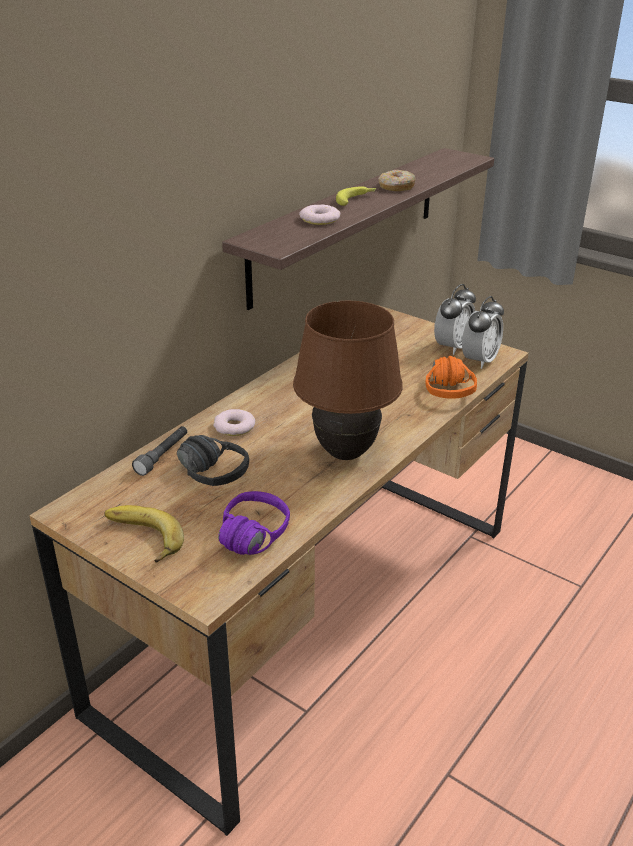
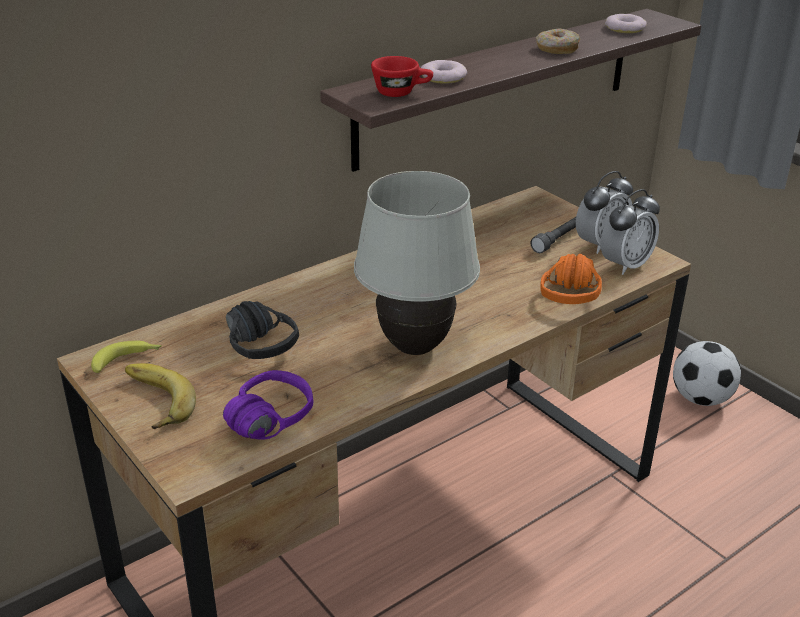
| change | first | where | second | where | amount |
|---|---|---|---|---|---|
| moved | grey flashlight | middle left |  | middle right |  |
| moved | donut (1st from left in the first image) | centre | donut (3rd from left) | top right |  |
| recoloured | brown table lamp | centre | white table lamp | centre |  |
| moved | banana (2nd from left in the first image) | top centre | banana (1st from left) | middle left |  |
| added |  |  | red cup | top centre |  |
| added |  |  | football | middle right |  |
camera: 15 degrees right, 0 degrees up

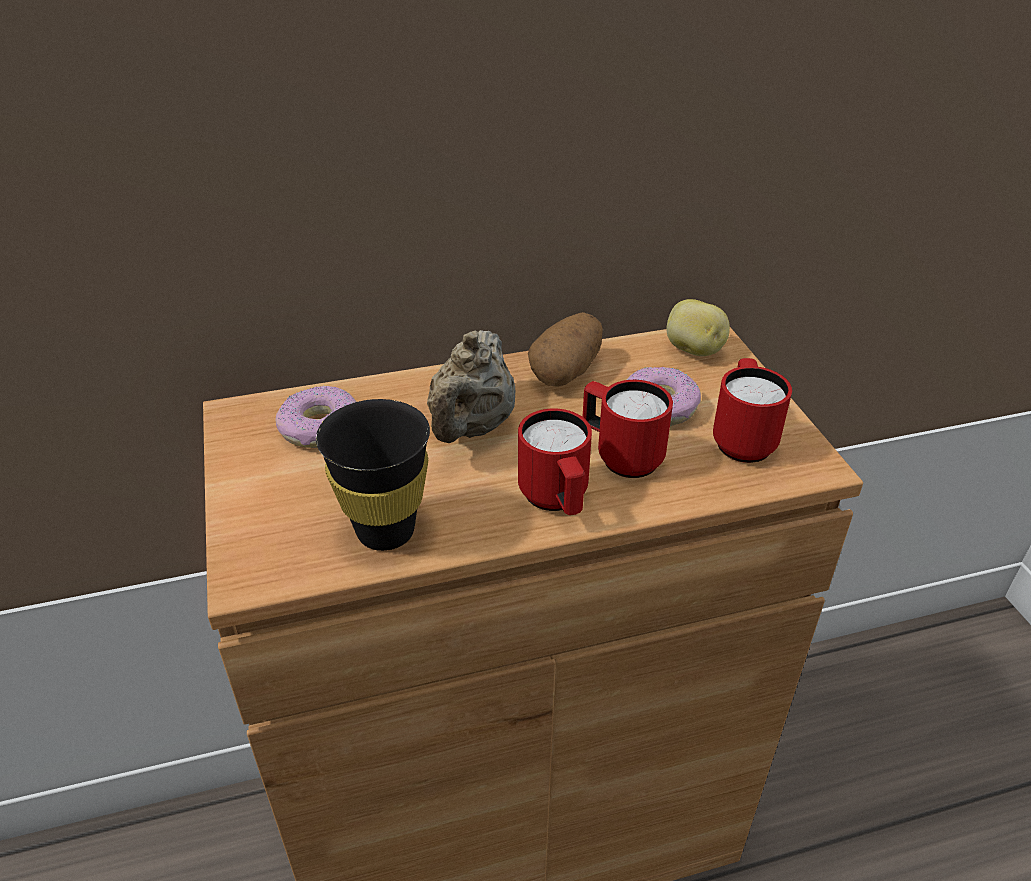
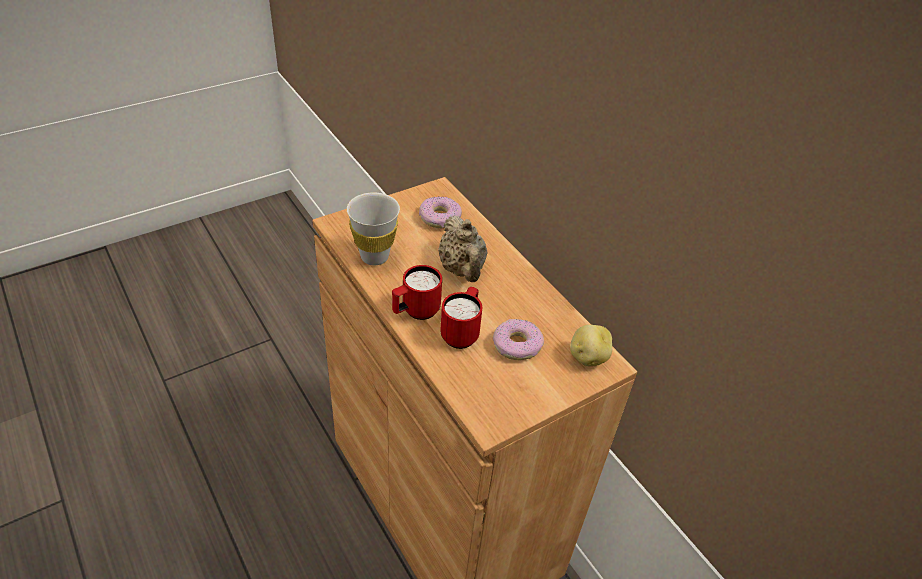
| change | first | where | second | where | amount |
|---|---|---|---|---|---|
| recoloured | black cup | centre | white cup | centre |  |
| turned | beige teapot | centre |  | centre | 105 degrees counterclockwise |
| removed | potato (1st from left) | centre |  |  |  |
| removed | red mug (3rd from left) | middle right |  |  |  |
camera: 70 degrees right, 5 degrees up

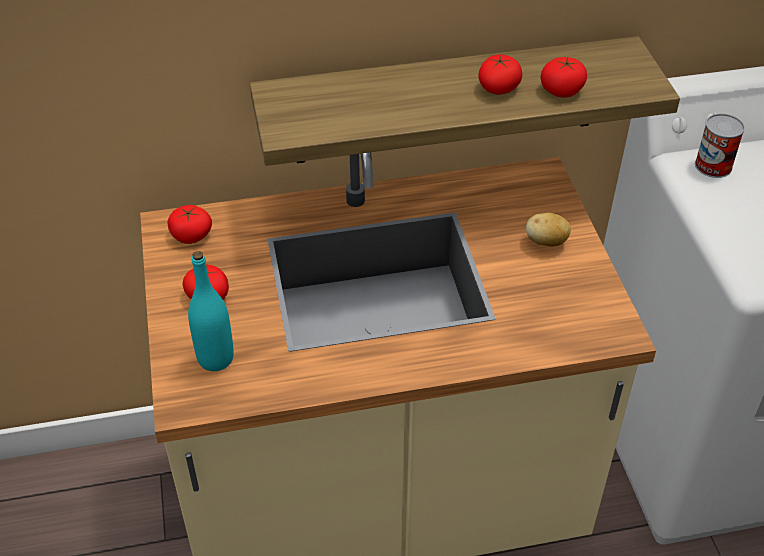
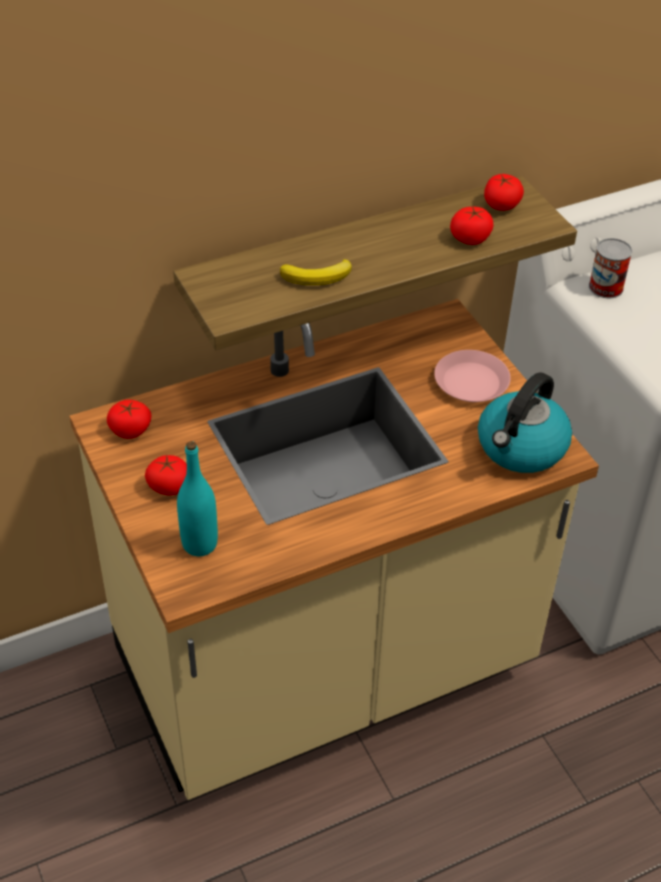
| change | first | where | second | where | amount |
|---|---|---|---|---|---|
| moved | tomato (3rd from left in the first image) | top centre | tomato (4th from left) | top right |  |
| replaced | potato | middle right | pink plate | middle right |  |
| added |  |  | banana | top centre |  |
| added |  |  | kettle | middle right |  |
camera: 15 degrees left, 0 degrees up

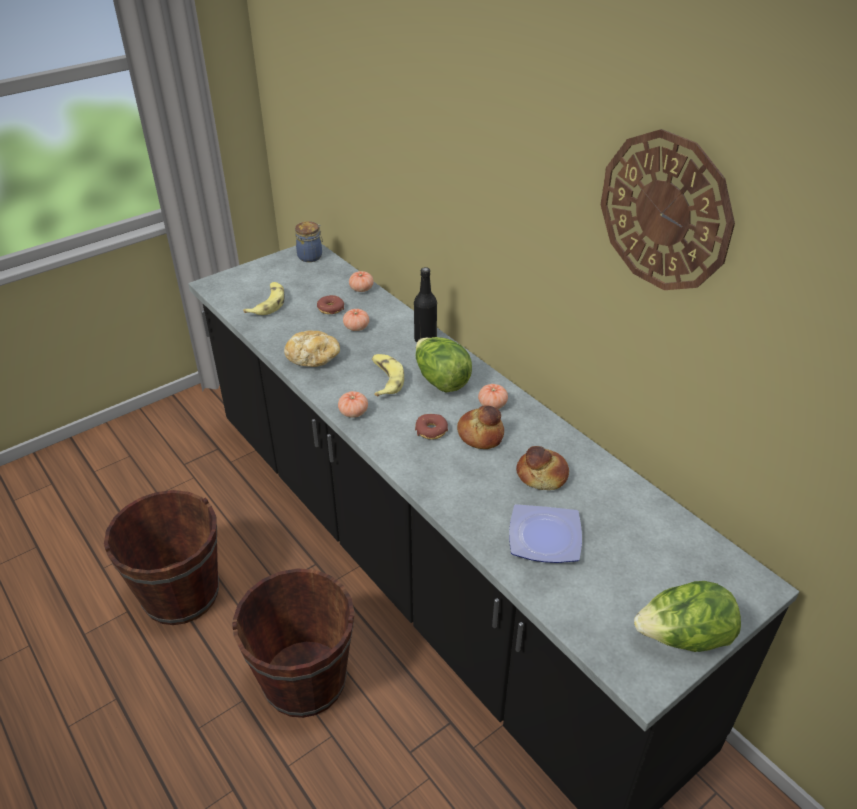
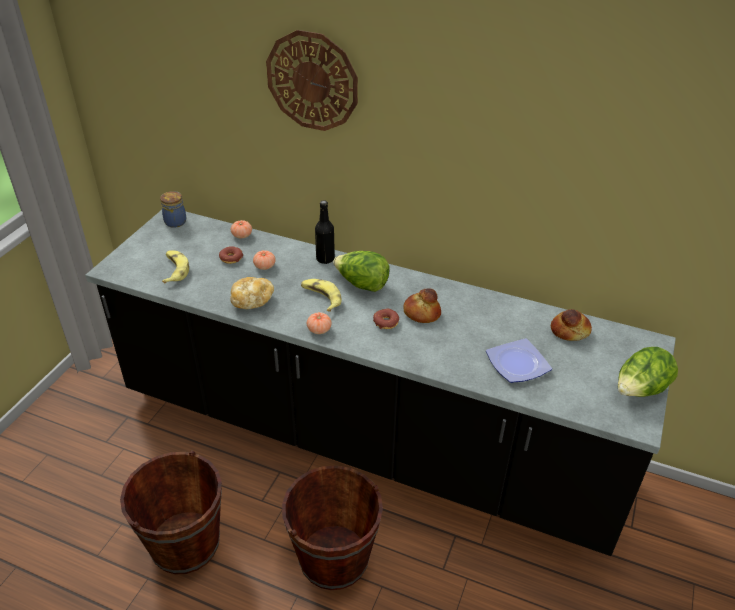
| change | first | where | second | where | amount |
|---|---|---|---|---|---|
| removed | tomato (4th from left) | centre |  |  |  |
| moved | bread (3rd from left) | centre |  | middle right |  |
| moved | wall clock | top right |  | top centre |  |
camera: 30 degrees left, 0 degrees up

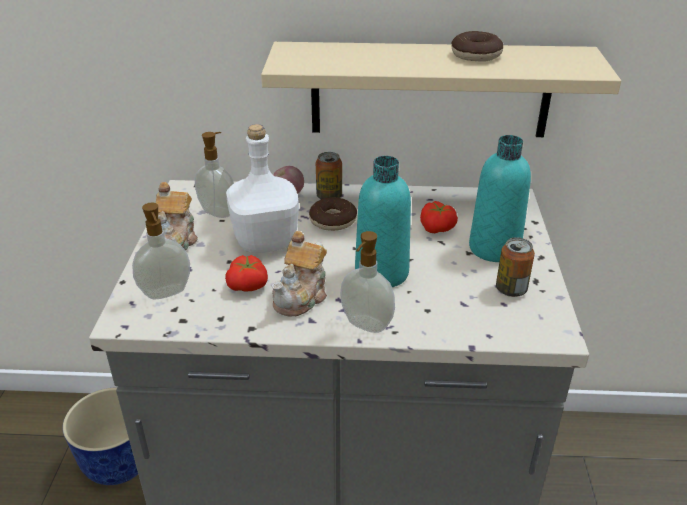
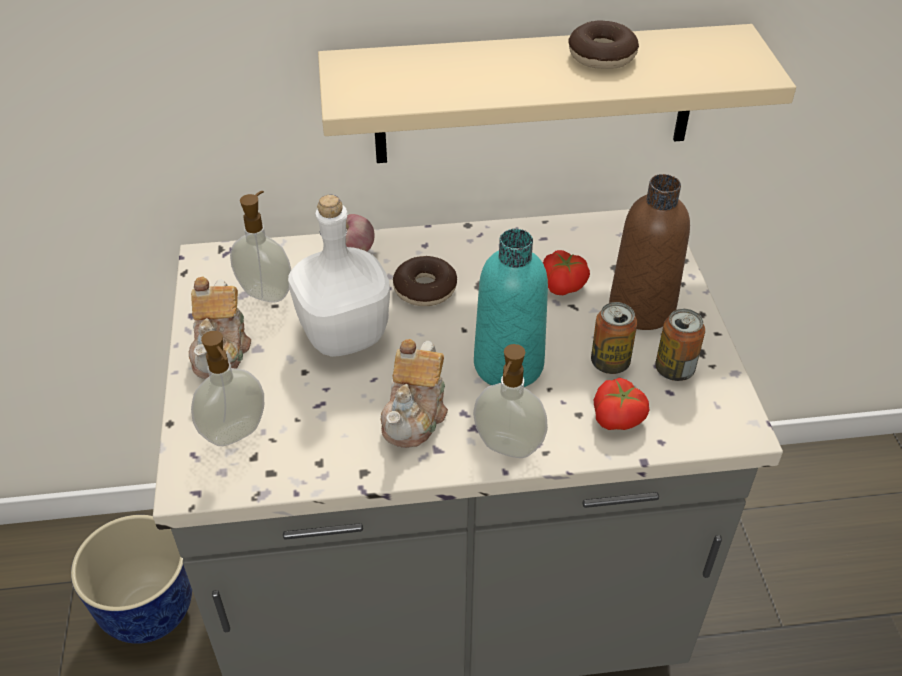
| change | first | where | second | where | amount |
|---|---|---|---|---|---|
| moved | tomato (1st from left in the first image) | centre | tomato (2nd from left) | middle right |  |
| moved | can (1st from left) | centre |  | middle right |  |
| recoloured | turquoise bottle (2nd from left) | middle right | brown bottle | middle right |  |
camera: 10 degrees left, 10 degrees up

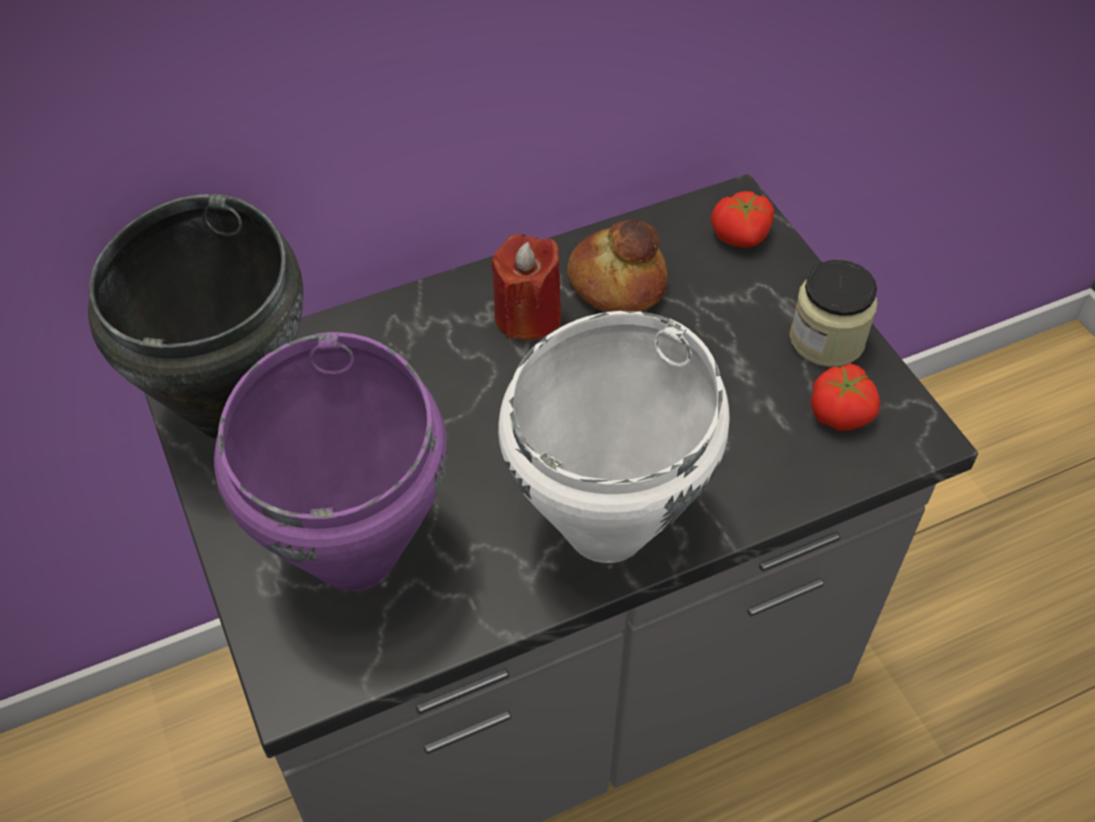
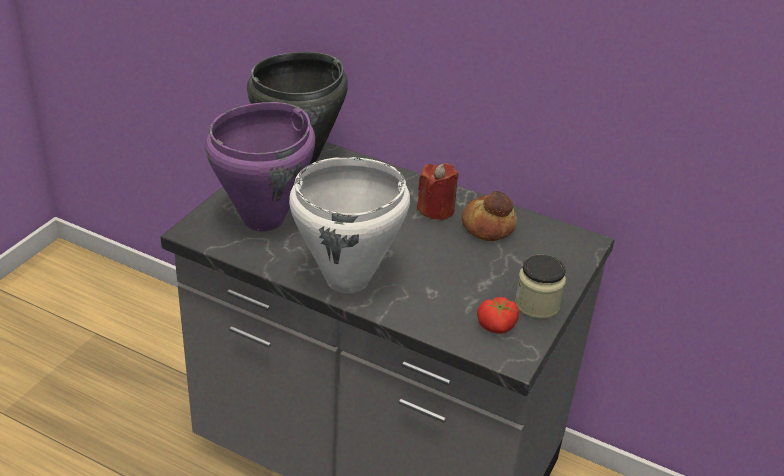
| change | first | where | second | where | amount |
|---|---|---|---|---|---|
| removed | tomato (1st from left) | top right |  |  |  |
camera: 50 degrees right, 15 degrees down

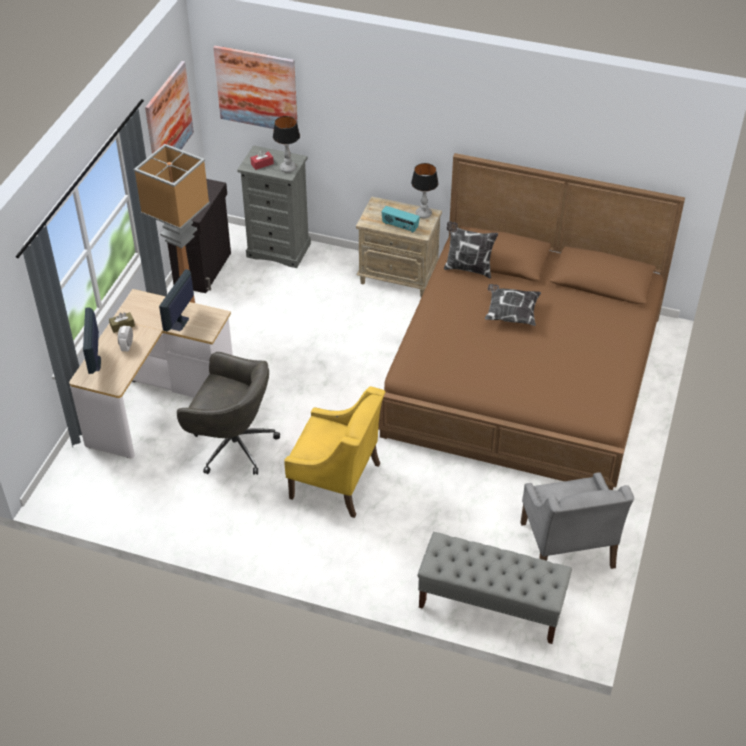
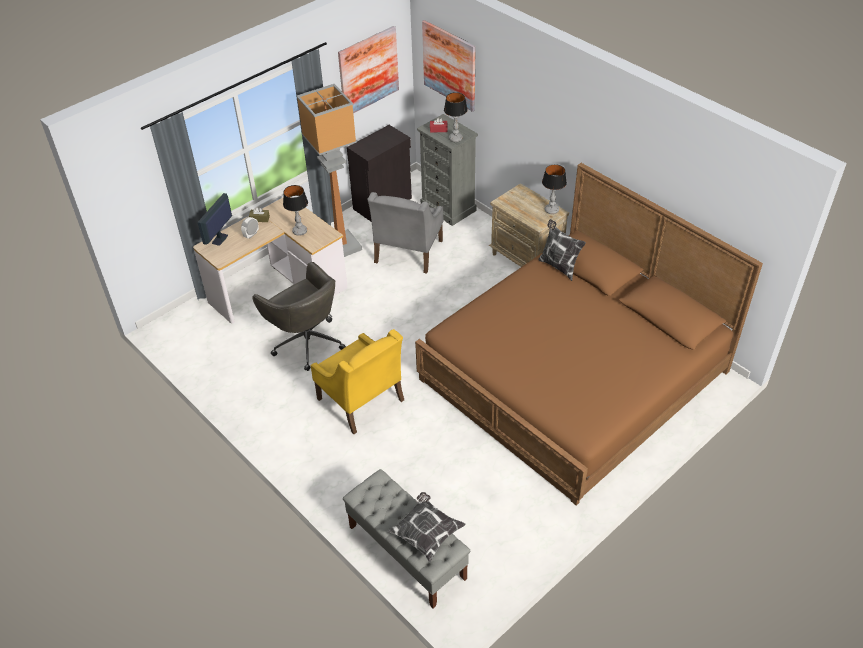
| change | first | where | second | where | amount |
|---|---|---|---|---|---|
| replaced | monitor (2nd from left) | middle left | table lamp (1st from left) | top centre |  |
| removed | radio | top centre |  |  |  |
| moved | pillow (2nd from left in the first image) | middle right | pillow (1st from left) | bottom centre |  |
| moved | grey armchair | bottom right |  | centre |  |
camera: 30 degrees right, 0 degrees up

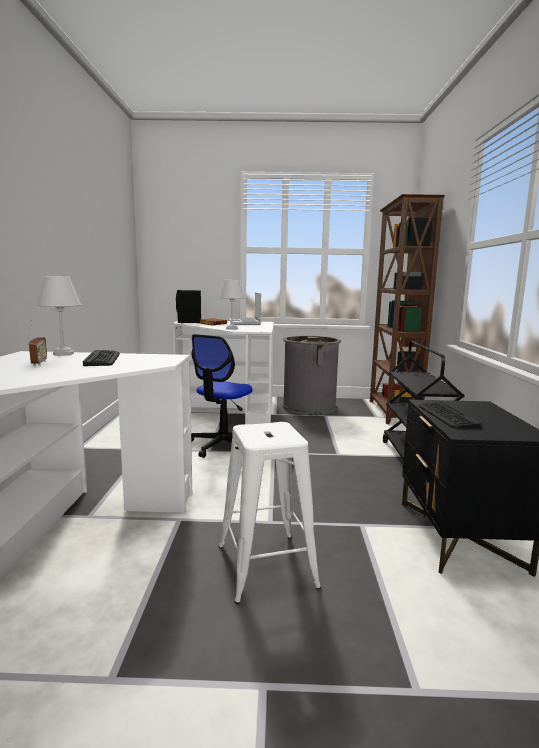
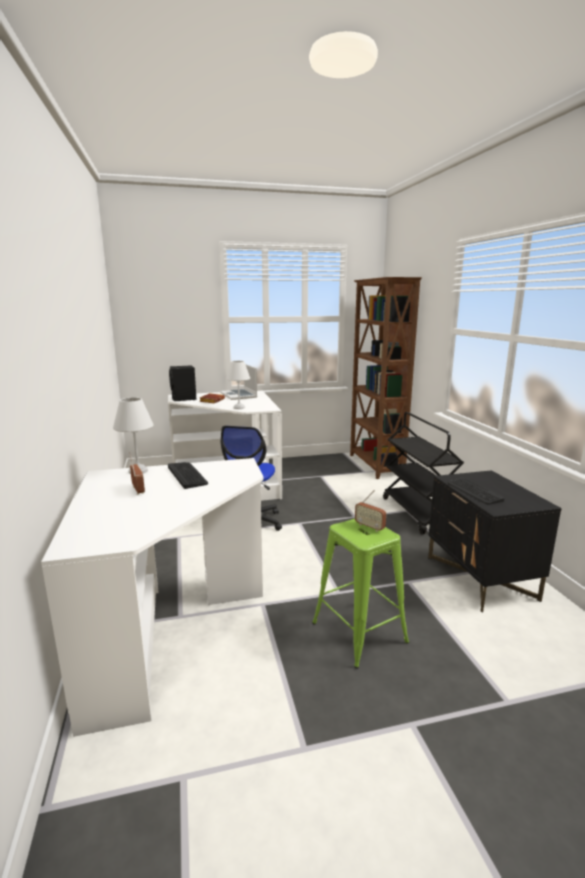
| change | first | where | second | where | amount |
|---|---|---|---|---|---|
| recoloured | white stool | bottom centre | green stool | bottom centre |  |
| removed | grey trash can | centre |  |  |  |
| added |  |  | radio (2nd from left) | centre |  |
camera: 15 degrees left, 5 degrees up

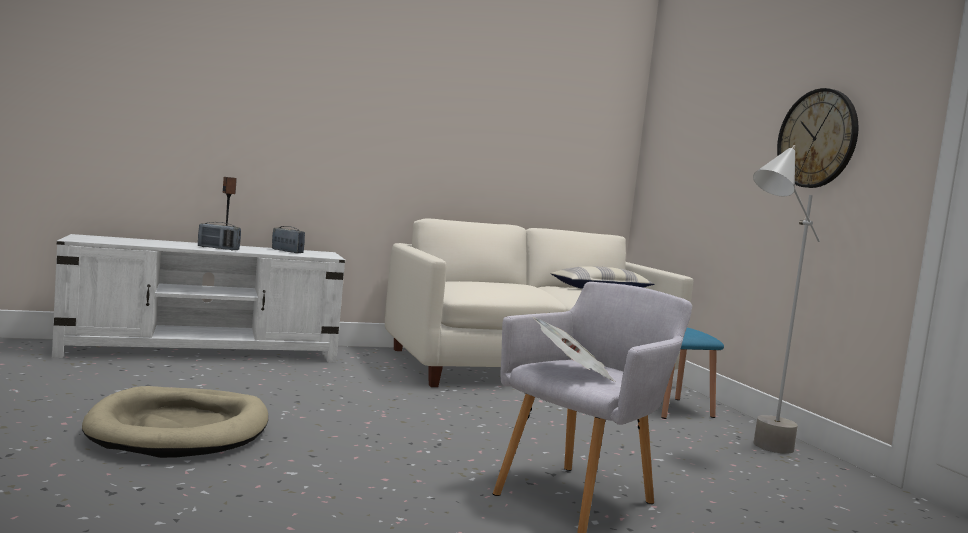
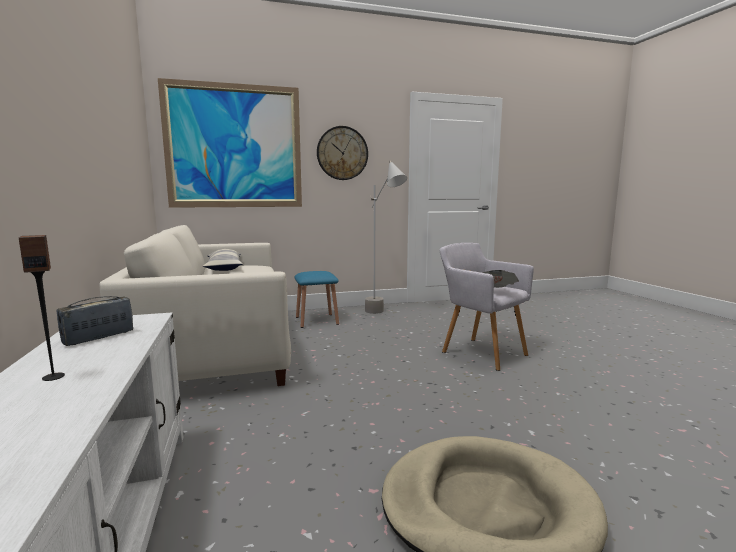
| change | first | where | second | where | amount |
|---|---|---|---|---|---|
| removed | radio (1st from left) | middle left |  |  |  |
| added |  |  | picture | top left |  |
camera: 85 degrees left, 5 degrees up

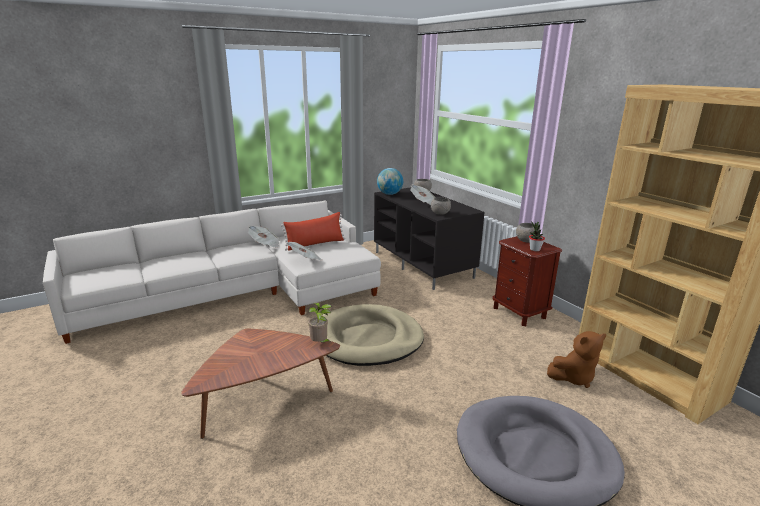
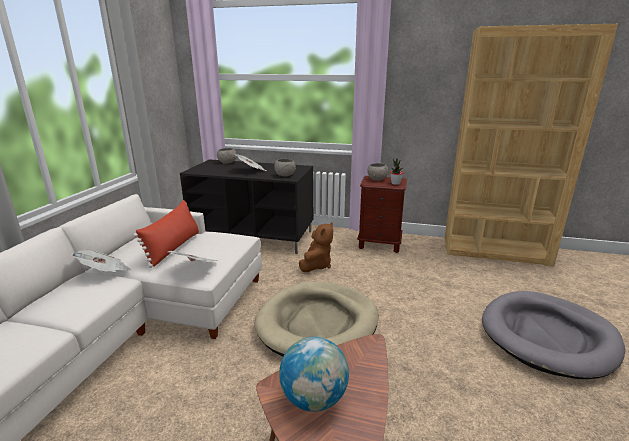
| change | first | where | second | where | amount |
|---|---|---|---|---|---|
| removed | potted plant (1st from left) | centre |  |  |  |
| moved | globe | centre |  | bottom centre |  |
| moved | brown plush toy | bottom right |  | centre |  |
camera: 45 degrees left, 0 degrees up

